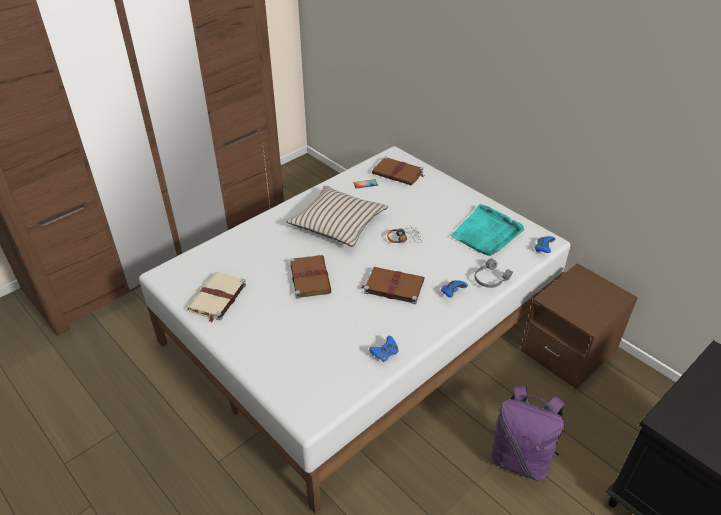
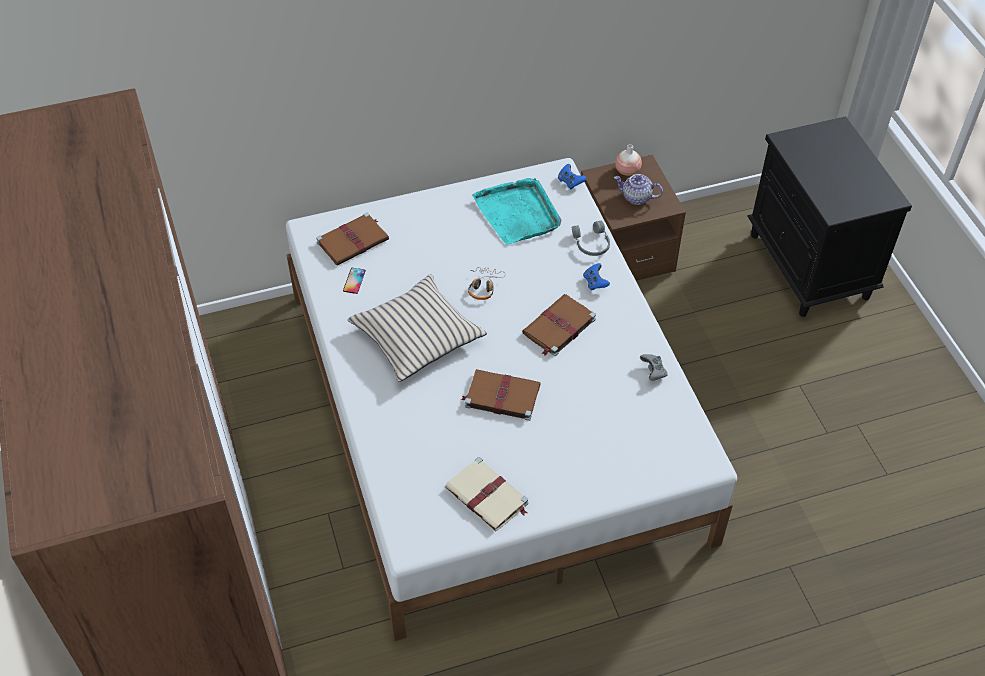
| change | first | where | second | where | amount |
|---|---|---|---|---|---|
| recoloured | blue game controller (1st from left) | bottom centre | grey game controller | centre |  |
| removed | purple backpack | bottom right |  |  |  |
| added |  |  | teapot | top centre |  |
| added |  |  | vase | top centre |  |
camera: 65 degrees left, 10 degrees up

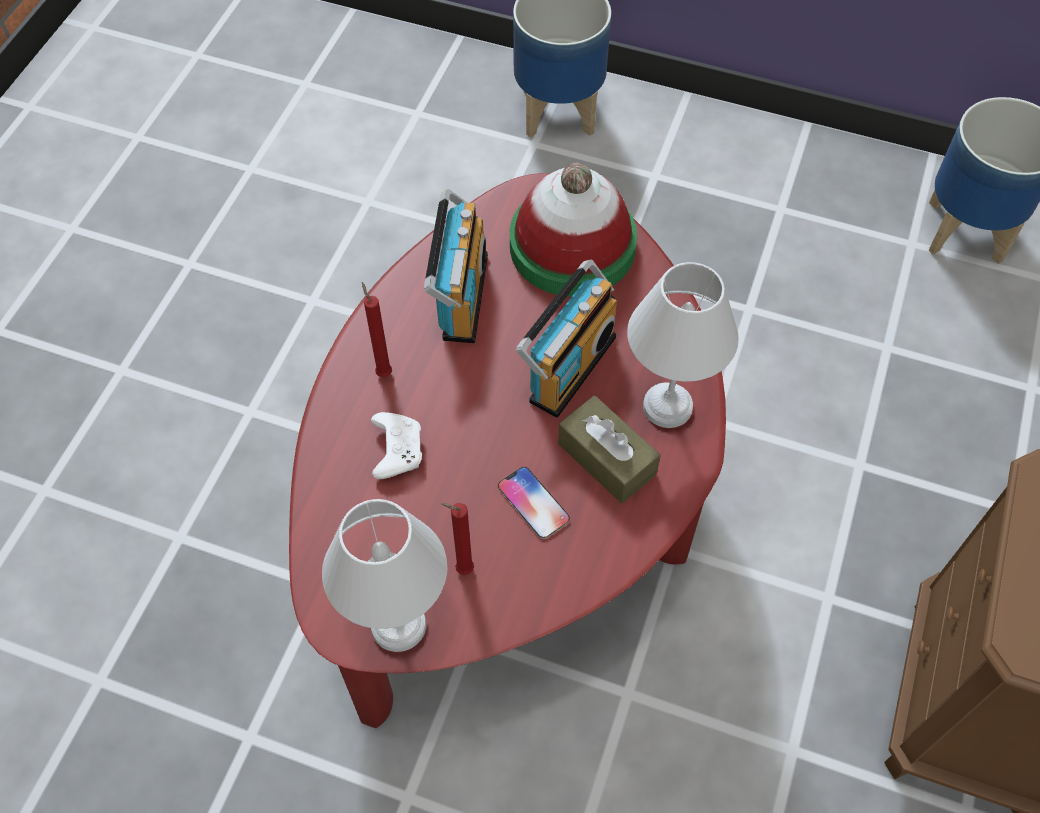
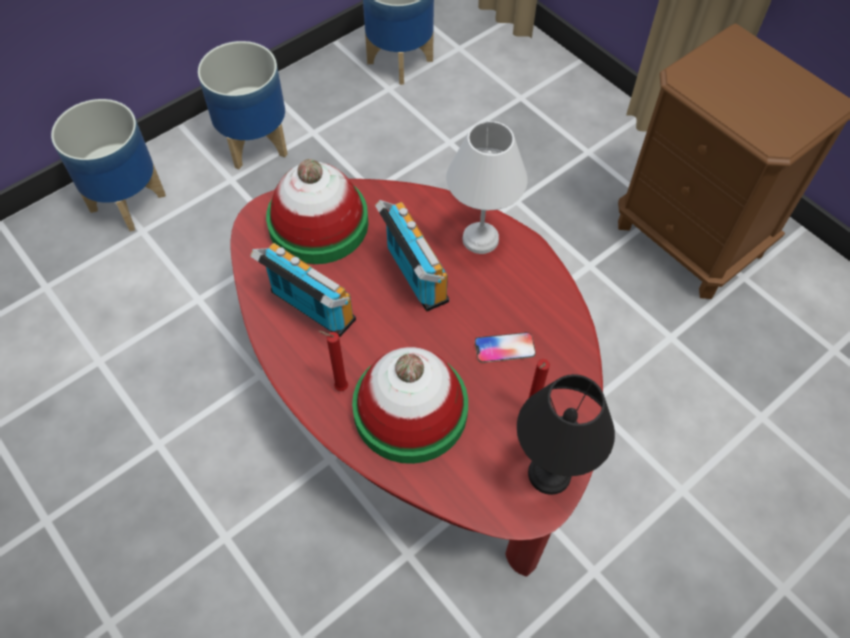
| change | first | where | second | where | amount |
|---|---|---|---|---|---|
| recoloured | white table lamp (1st from left) | bottom centre | black table lamp | bottom centre |  |
| replaced | white game controller | centre | hat (2nd from left) | centre |  |
| removed | brown tissue box | centre |  |  |  |
| added |  |  | planter (2nd from left) | top left |  |
camera: 60 degrees left, 0 degrees up

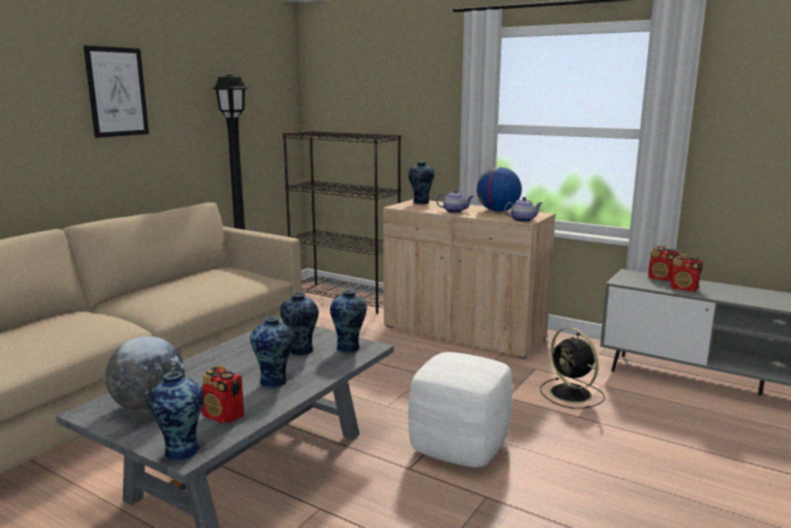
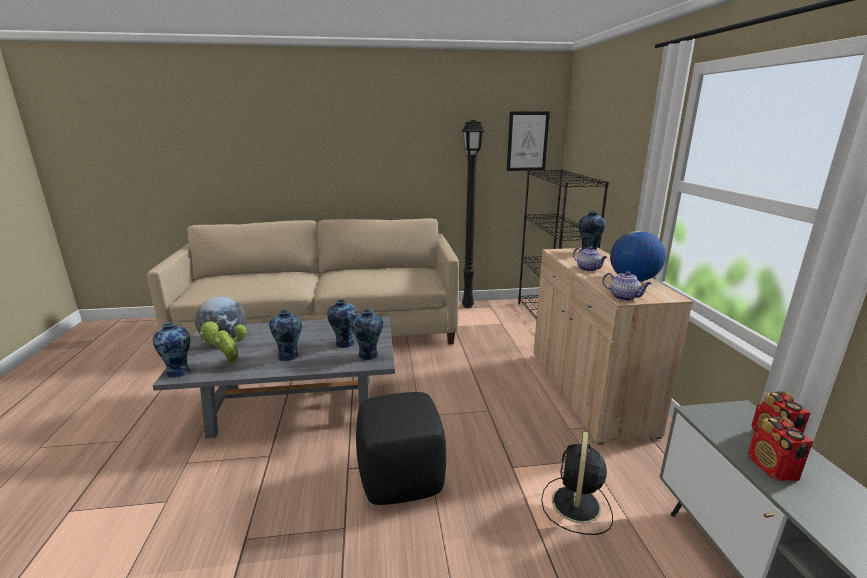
| change | first | where | second | where | amount |
|---|---|---|---|---|---|
| moved | picture | top left |  | top centre |  |
| replaced | radio (1st from left) | bottom left | potted plant | middle left |  |
| recoloured | white ottoman | bottom centre | black ottoman | bottom centre |  |
camera: 50 degrees right, 5 degrees up

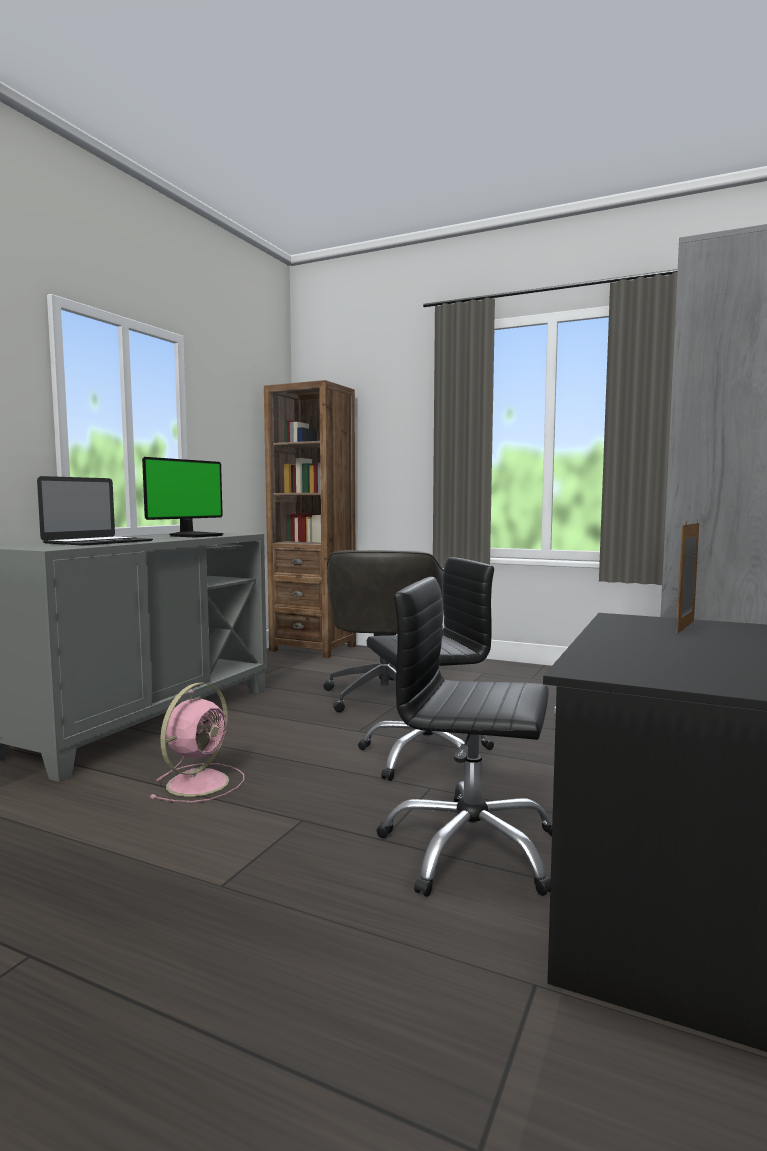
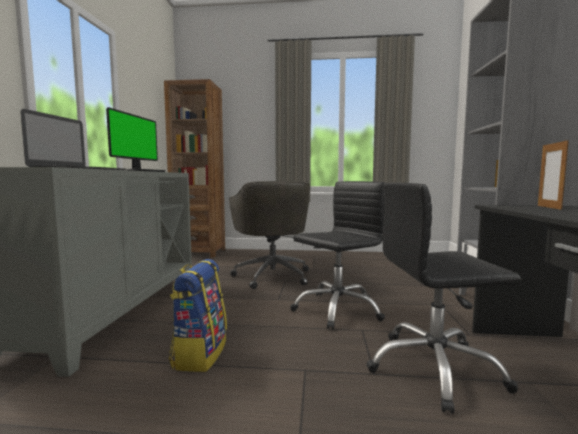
| change | first | where | second | where | amount |
|---|---|---|---|---|---|
| replaced | pink fan | middle left | backpack | bottom centre |  |
camera: 20 degrees left, 0 degrees up

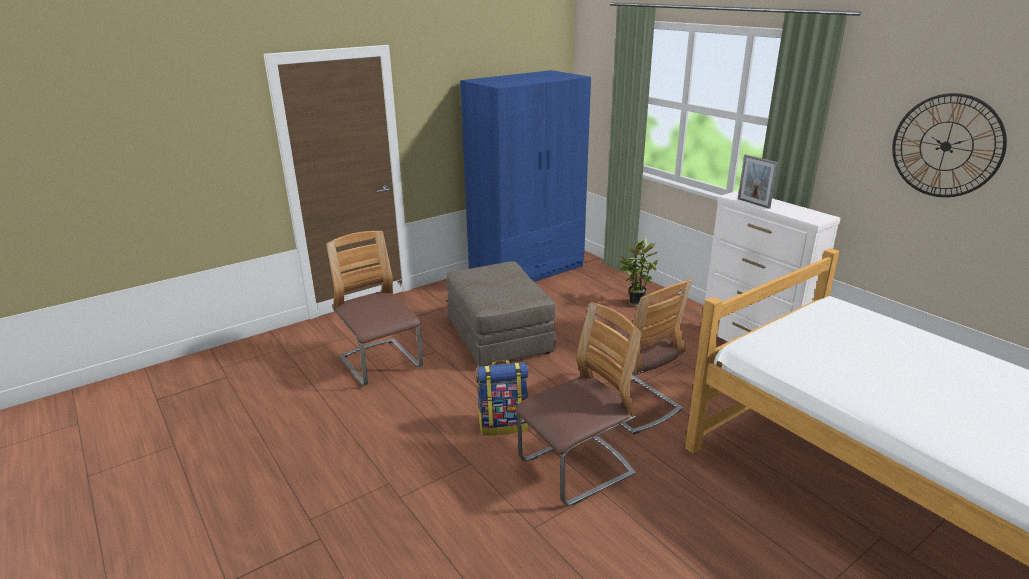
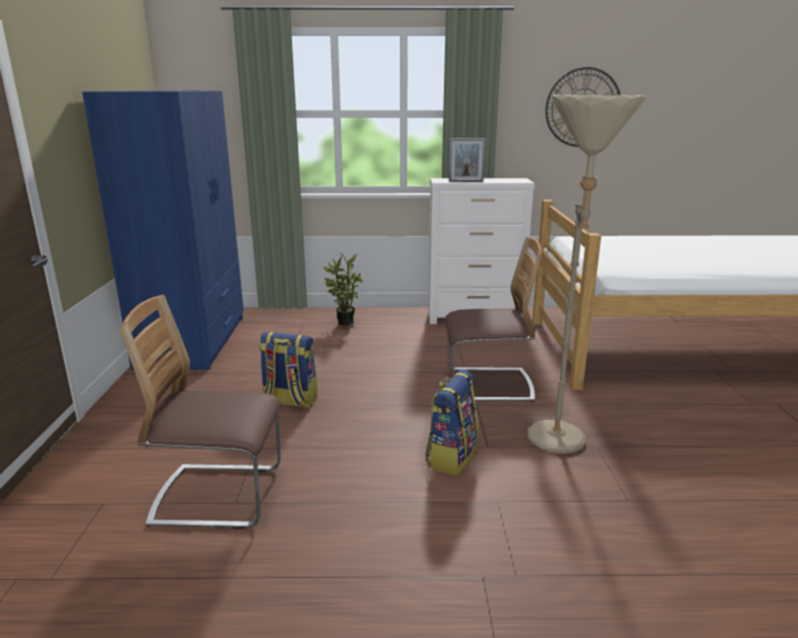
| change | first | where | second | where | amount |
|---|---|---|---|---|---|
| replaced | grey ottoman | centre | backpack (1st from left) | centre |  |
| replaced | chair (2nd from left) | bottom centre | beige floor lamp | middle right |  |
camera: 55 degrees left, 5 degrees down

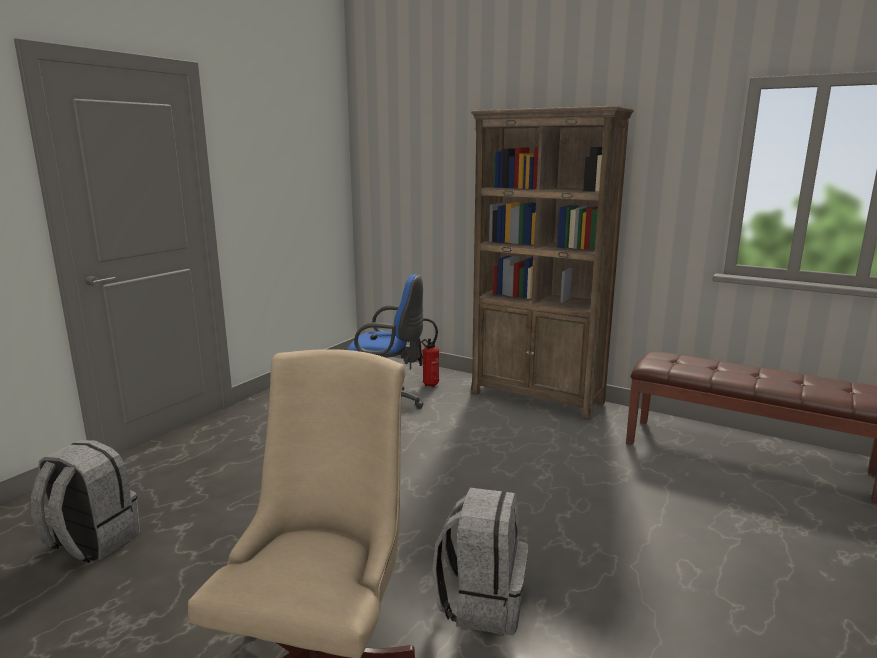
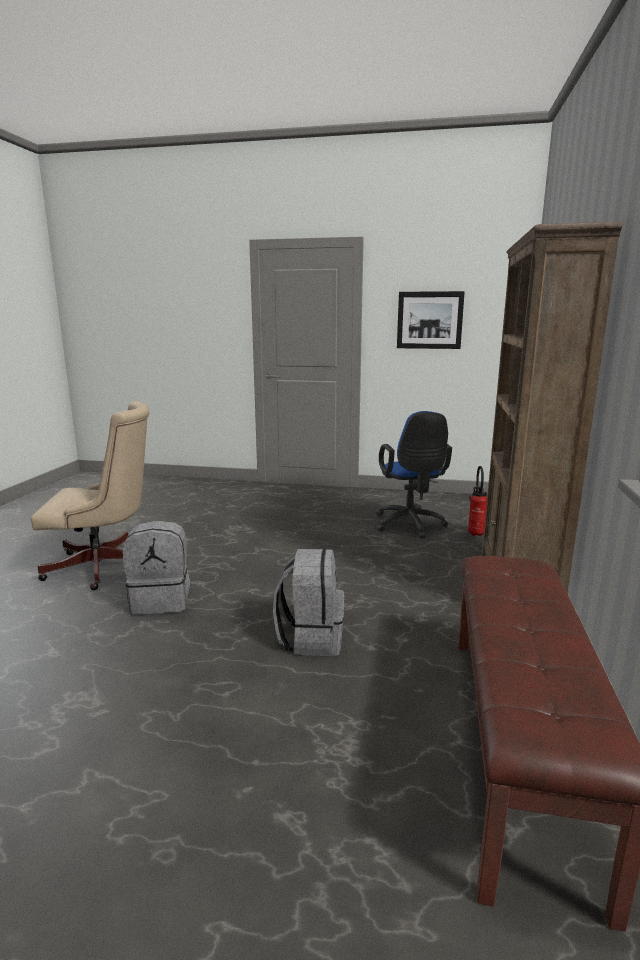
| change | first | where | second | where | amount |
|---|---|---|---|---|---|
| moved | grey backpack (1st from left in the first image) | bottom left | grey backpack (2nd from left) | centre |  |
| added |  |  | picture | middle right |  |
camera: 70 degrees right, 0 degrees up

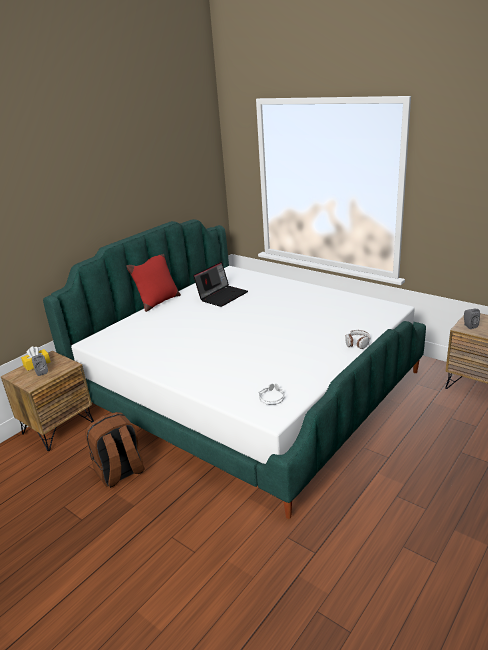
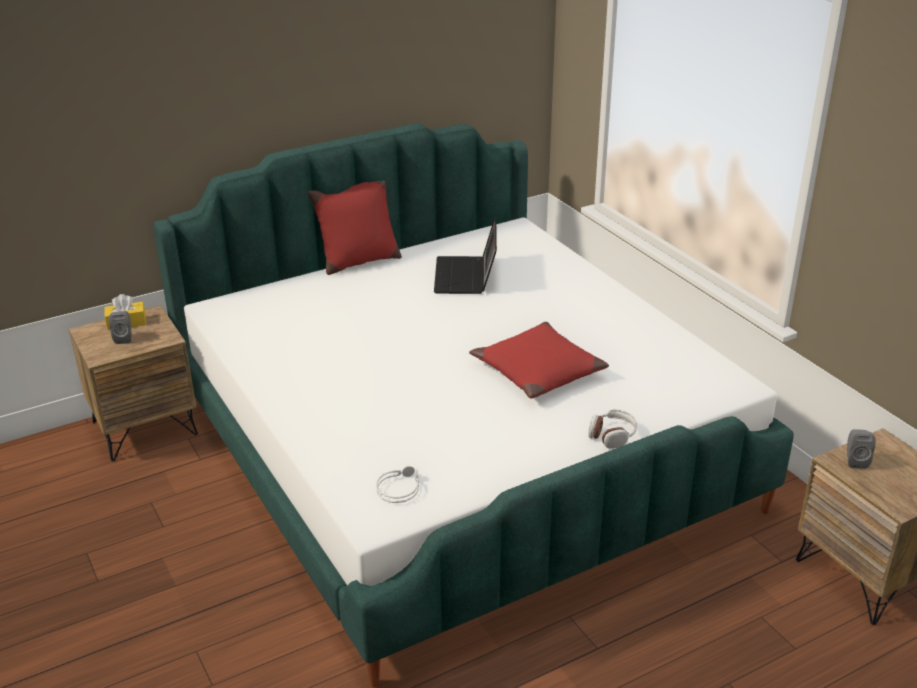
| change | first | where | second | where | amount |
|---|---|---|---|---|---|
| removed | brown backpack | bottom left |  |  |  |
| turned | laptop | centre |  | centre | 120 degrees clockwise |
| added |  |  | red pillow (2nd from left) | centre |  |
camera: 20 degrees right, 5 degrees up

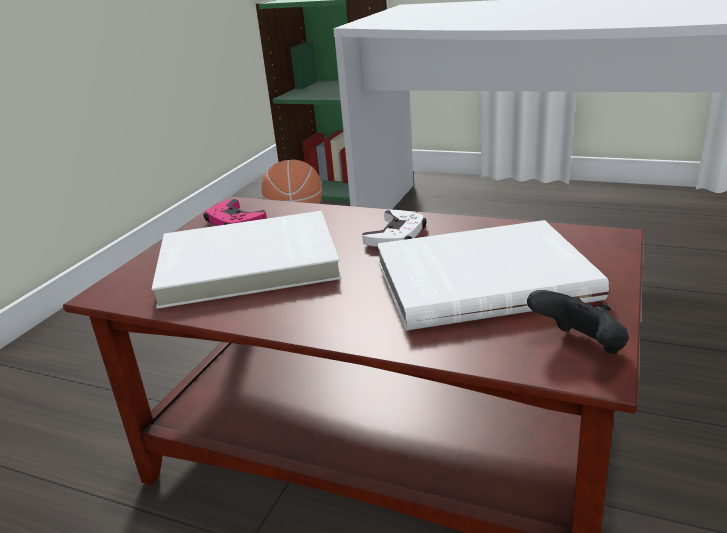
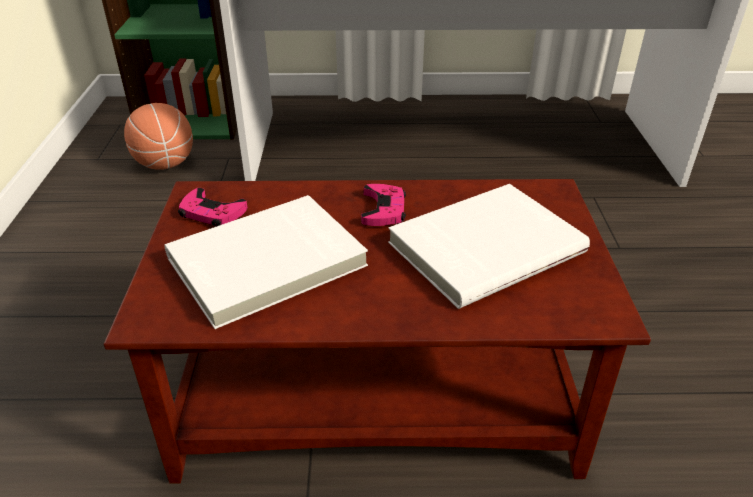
| change | first | where | second | where | amount |
|---|---|---|---|---|---|
| recoloured | white game controller | centre | pink game controller (2nd from left) | centre |  |
| removed | black game controller | middle right |  |  |  |
camera: 25 degrees left, 10 degrees up

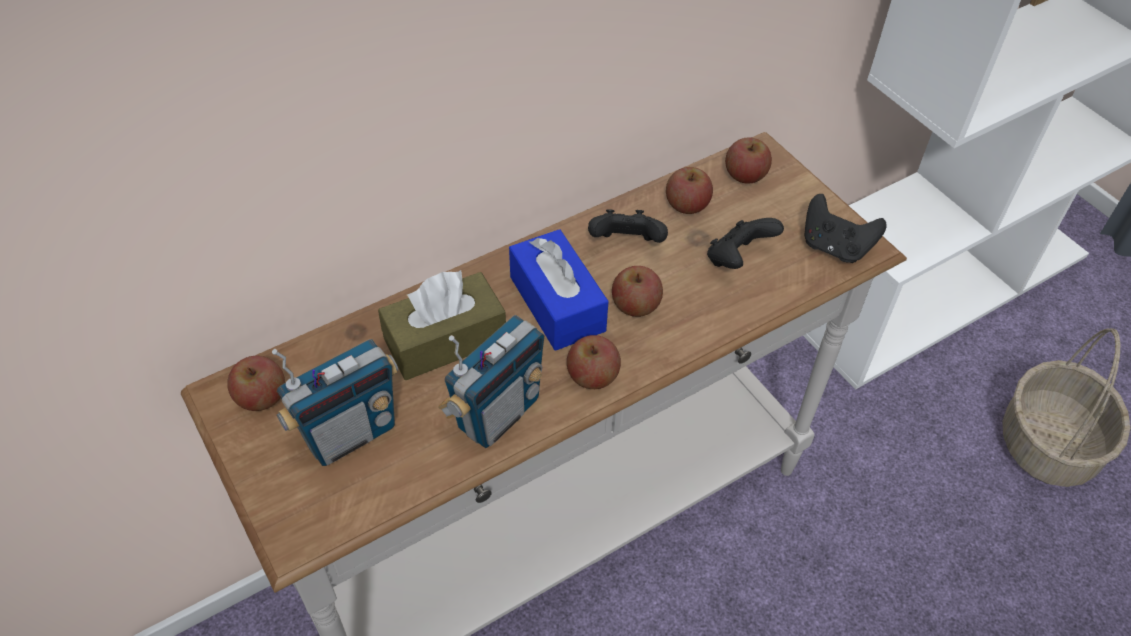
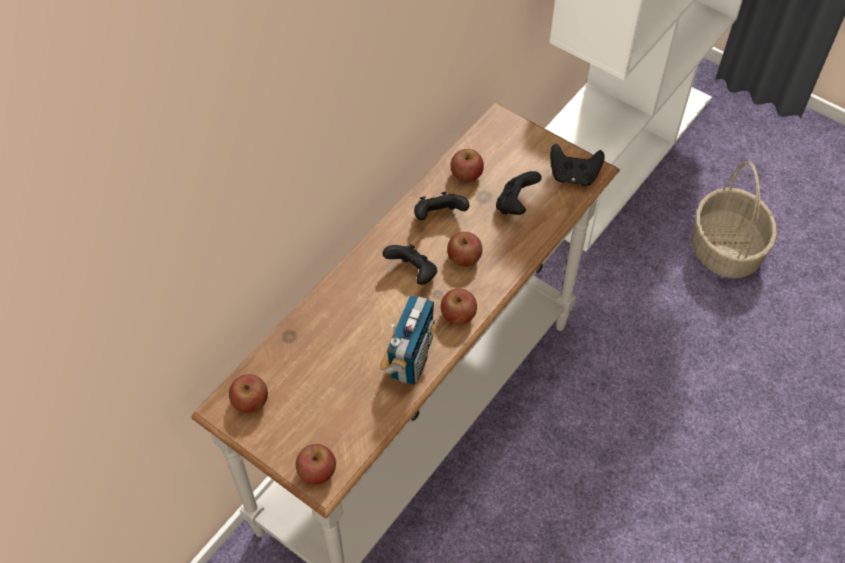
| change | first | where | second | where | amount |
|---|---|---|---|---|---|
| removed | radio (1st from left) | middle left |  |  |  |
| removed | brown tissue box | centre |  |  |  |
| replaced | blue tissue box | centre | black game controller (1st from left) | centre |  |
| moved | apple (5th from left in the first image) | top centre | apple (2nd from left) | bottom centre |  |
camera: 20 degrees left, 5 degrees up

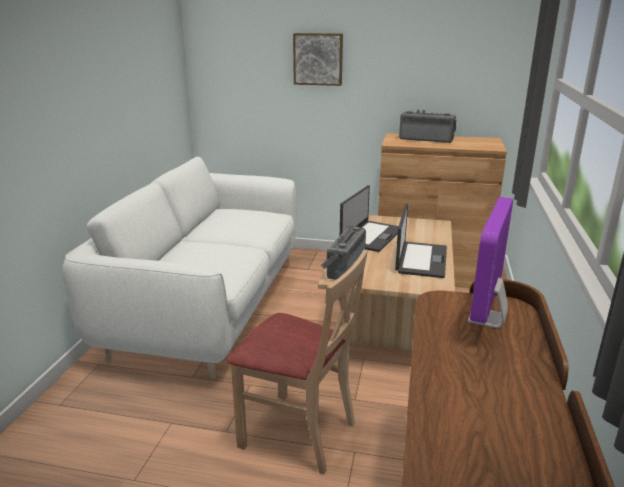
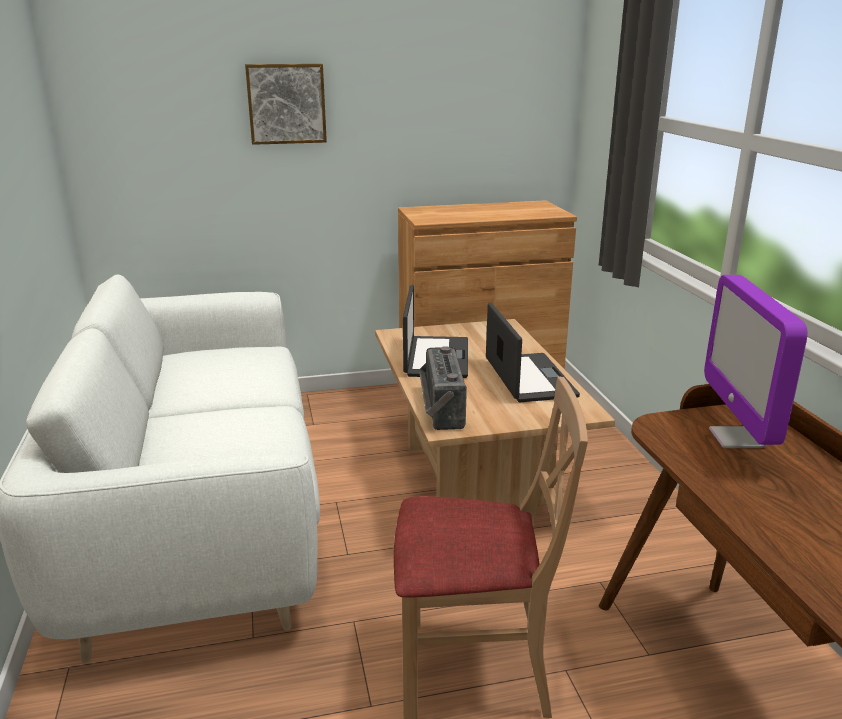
| change | first | where | second | where | amount |
|---|---|---|---|---|---|
| removed | radio (2nd from left) | top right |  |  |  |
camera: 25 degrees left, 0 degrees up

